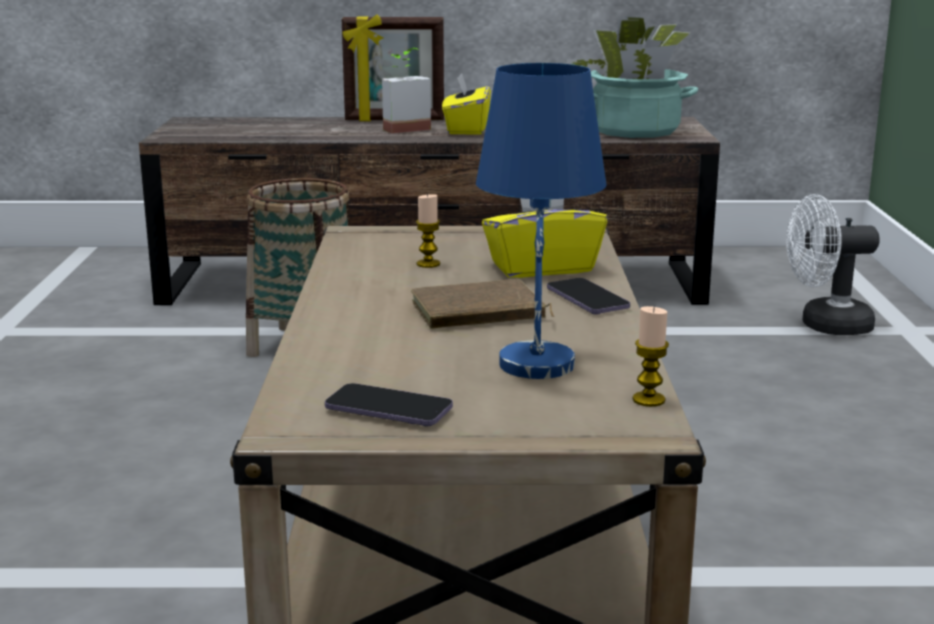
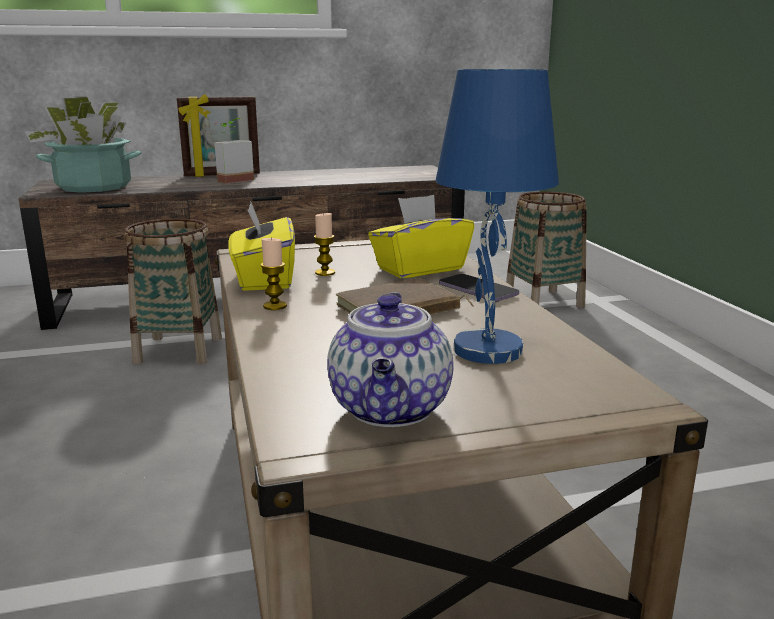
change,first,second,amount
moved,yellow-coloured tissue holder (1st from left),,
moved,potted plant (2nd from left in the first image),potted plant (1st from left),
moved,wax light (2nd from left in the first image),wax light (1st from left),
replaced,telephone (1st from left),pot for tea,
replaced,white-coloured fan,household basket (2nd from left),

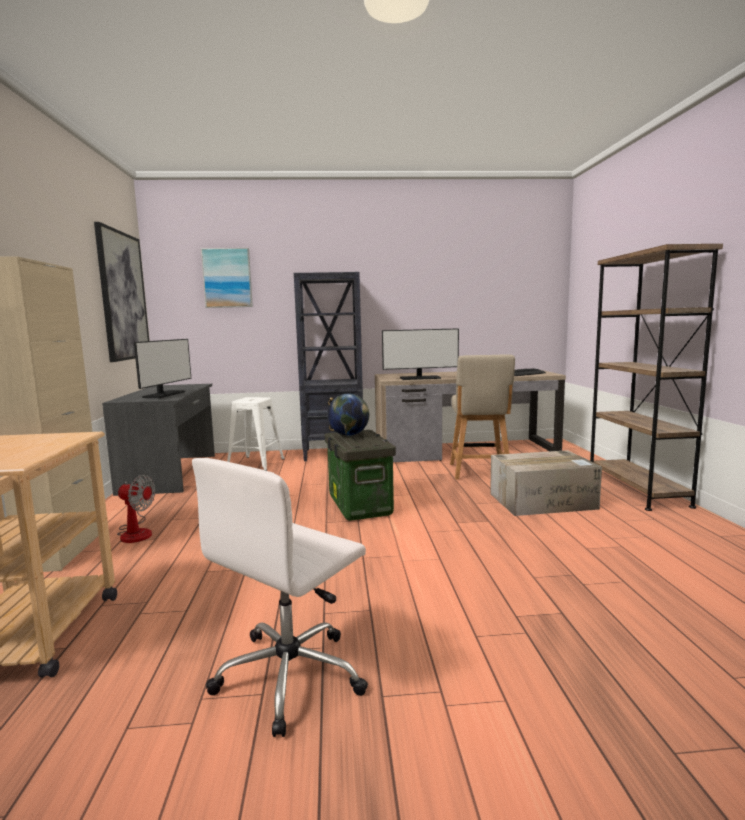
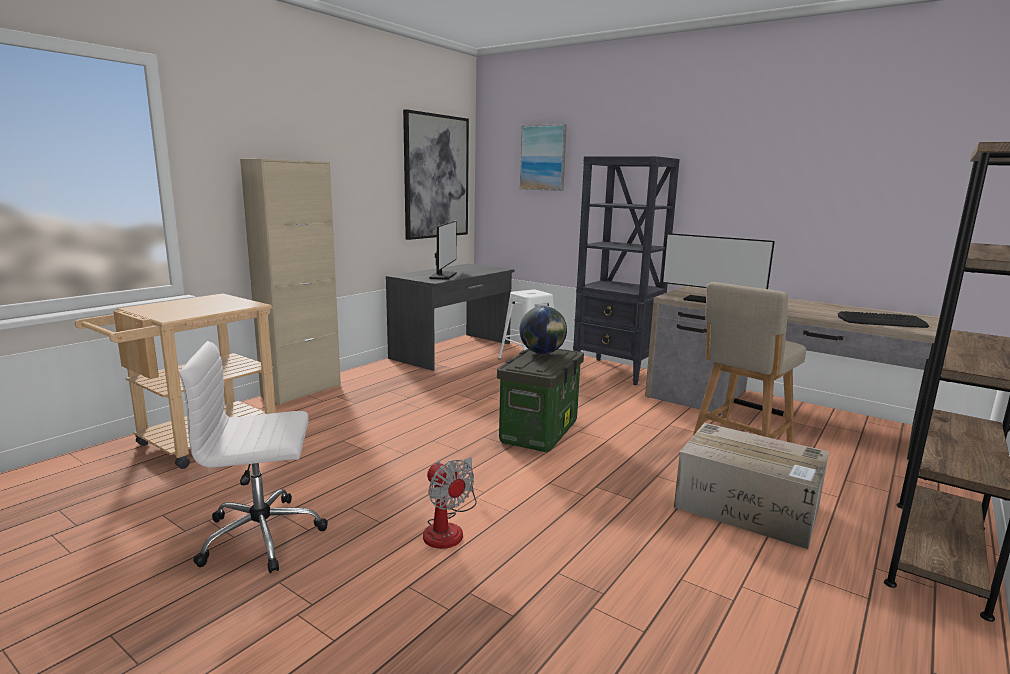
change,first,second,amount
moved,fan,,
turned,monitor (1st from left),,45 degrees counterclockwise

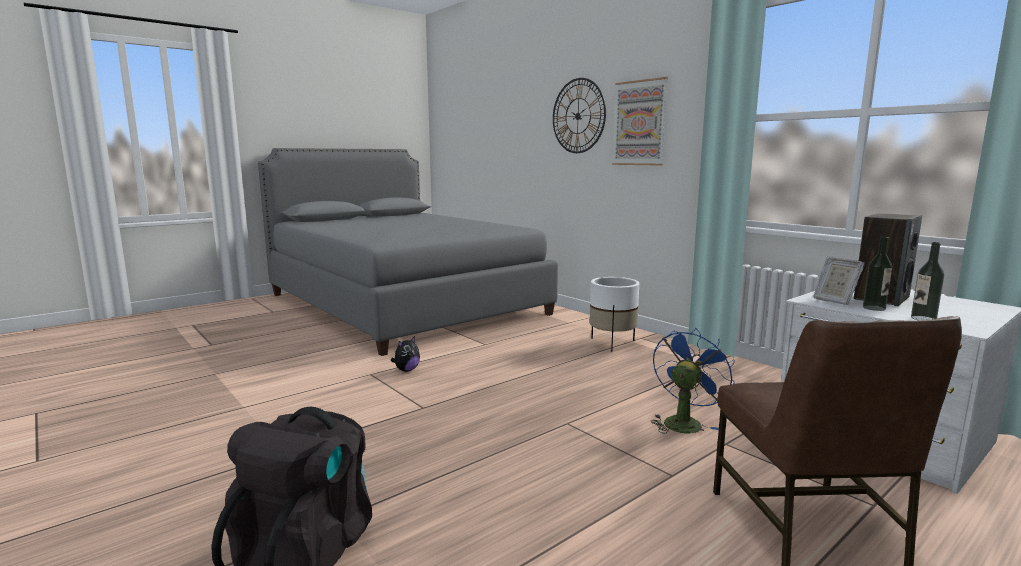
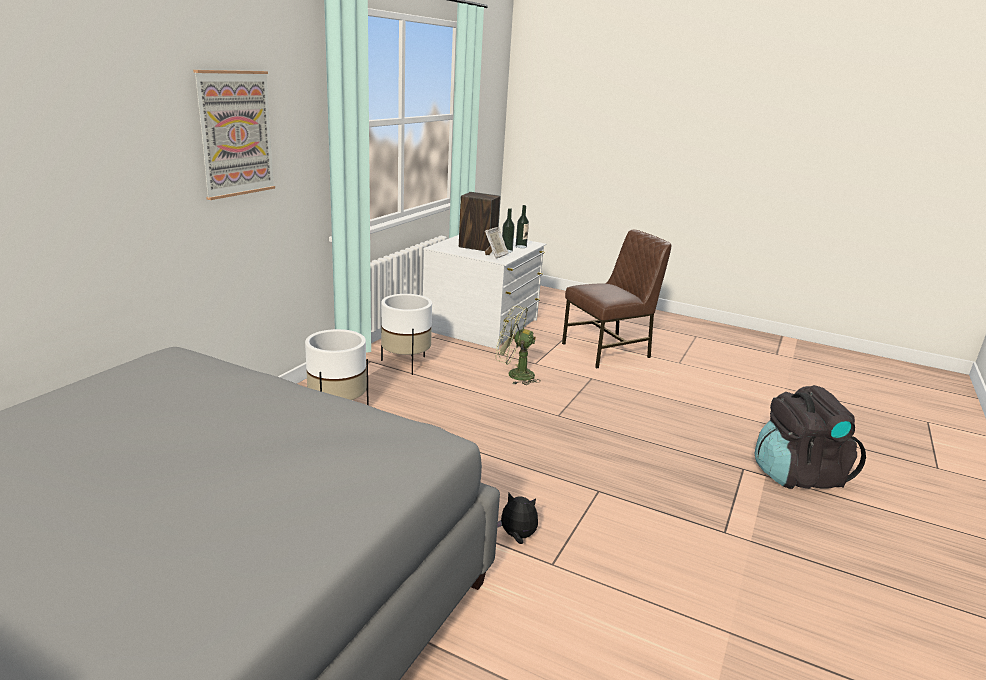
change,first,second,amount
removed,hanging clock,,
added,,white-coloured flower pot (2nd from left),
recoloured,blue fan,green fan,

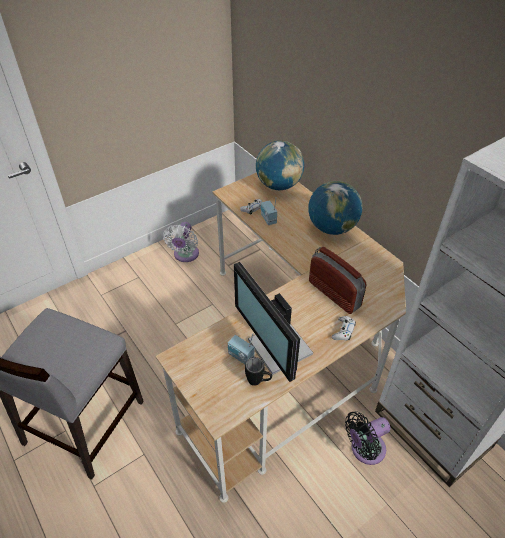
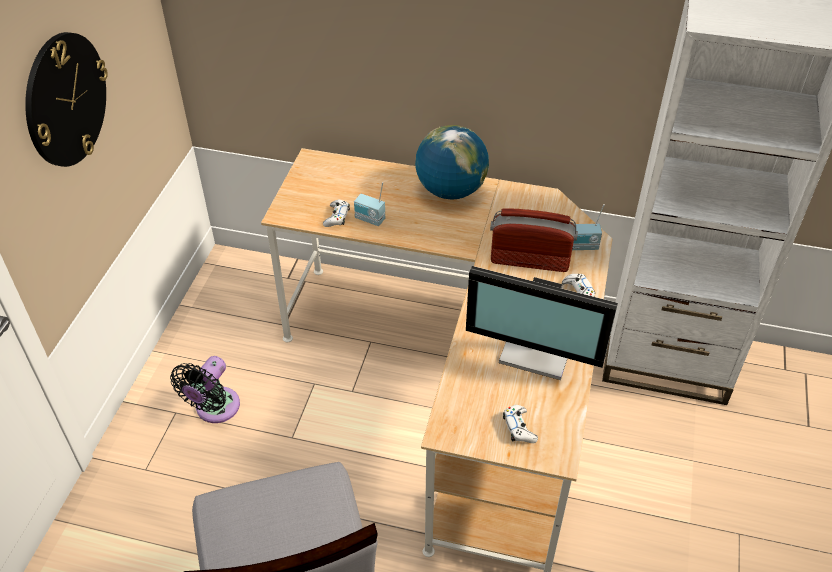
change,first,second,amount
removed,white-coloured fan,,
removed,black-coloured mug,,
removed,world globe (1st from left),,
added,,hanging clock,
added,,white-coloured gamepad (2nd from left),
moved,radio (1st from left in the first image),radio (3rd from left),
moved,black-coloured fan,,

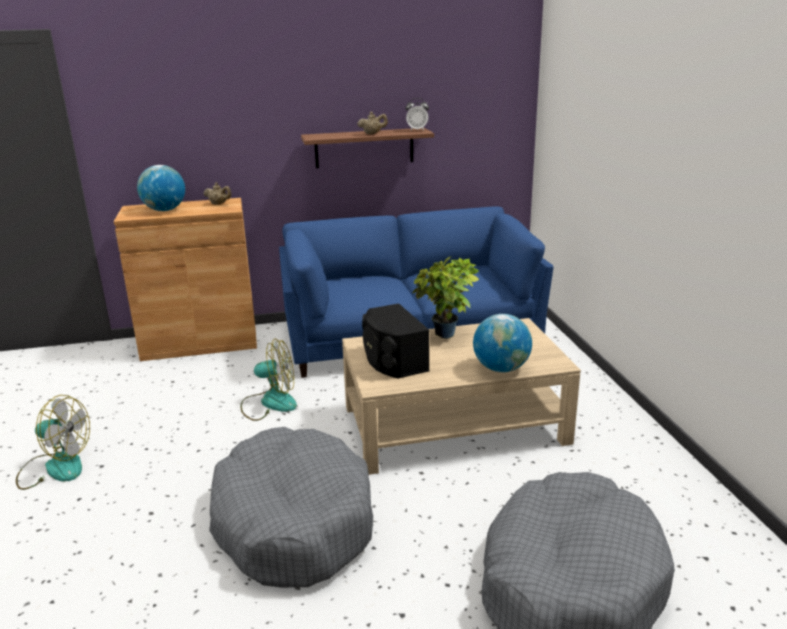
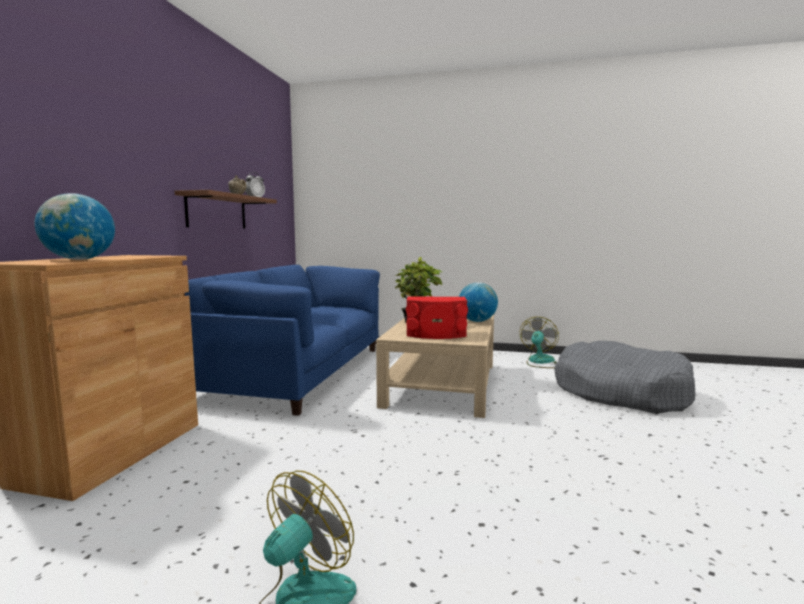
change,first,second,amount
removed,sand-coloured pot for tea (1st from left),,
removed,greyish dog bed (1st from left),,
moved,fan (2nd from left),,
recoloured,black-coloured audio speaker,red audio speaker,

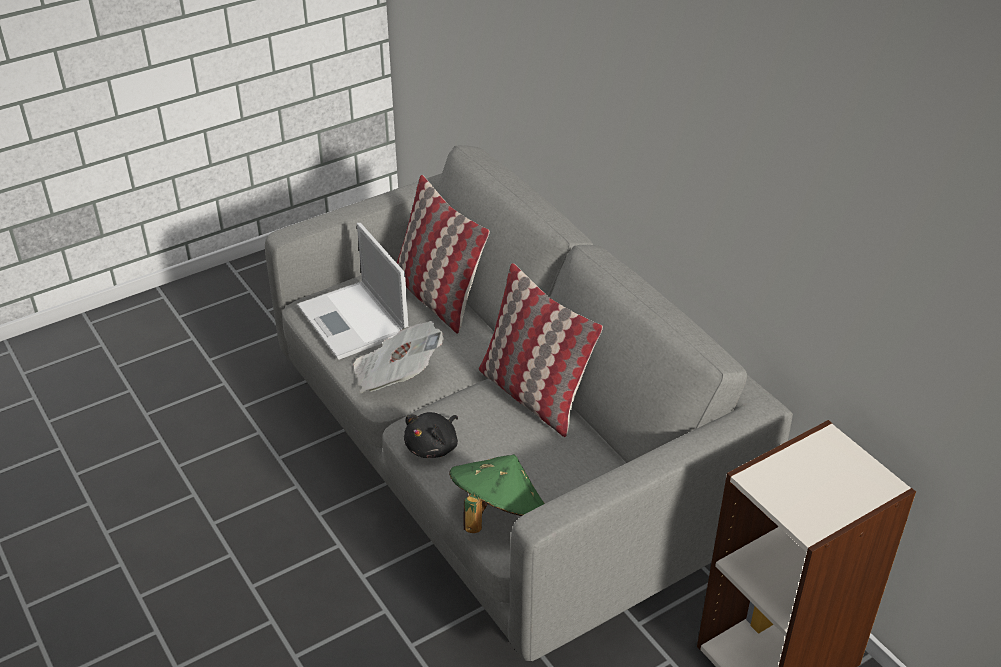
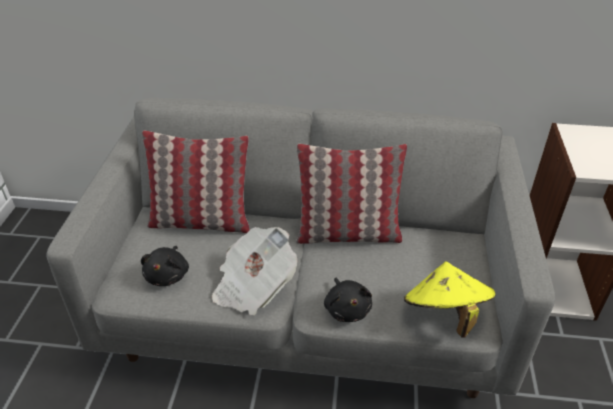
change,first,second,amount
replaced,notebook computer,black-coloured cuddly toy (1st from left),
recoloured,green wearable hat,yellow-coloured wearable hat,

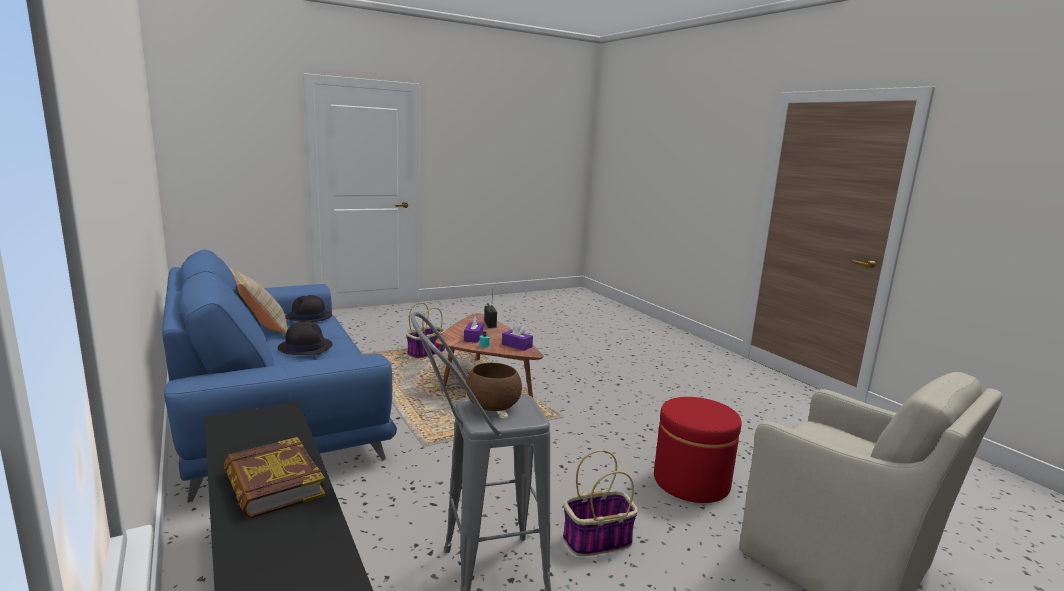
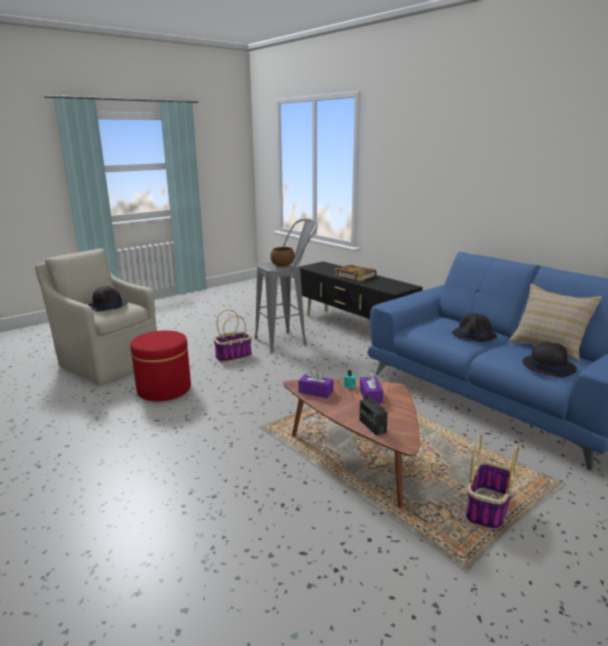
change,first,second,amount
added,,black-coloured wearable hat (1st from left),

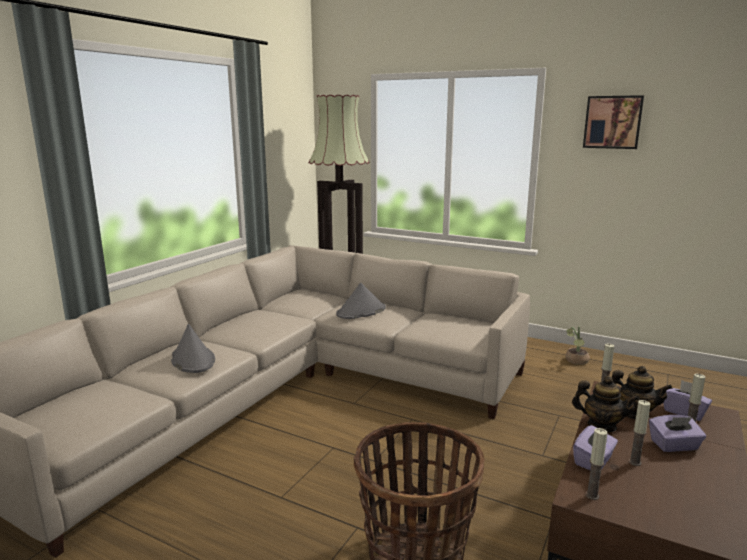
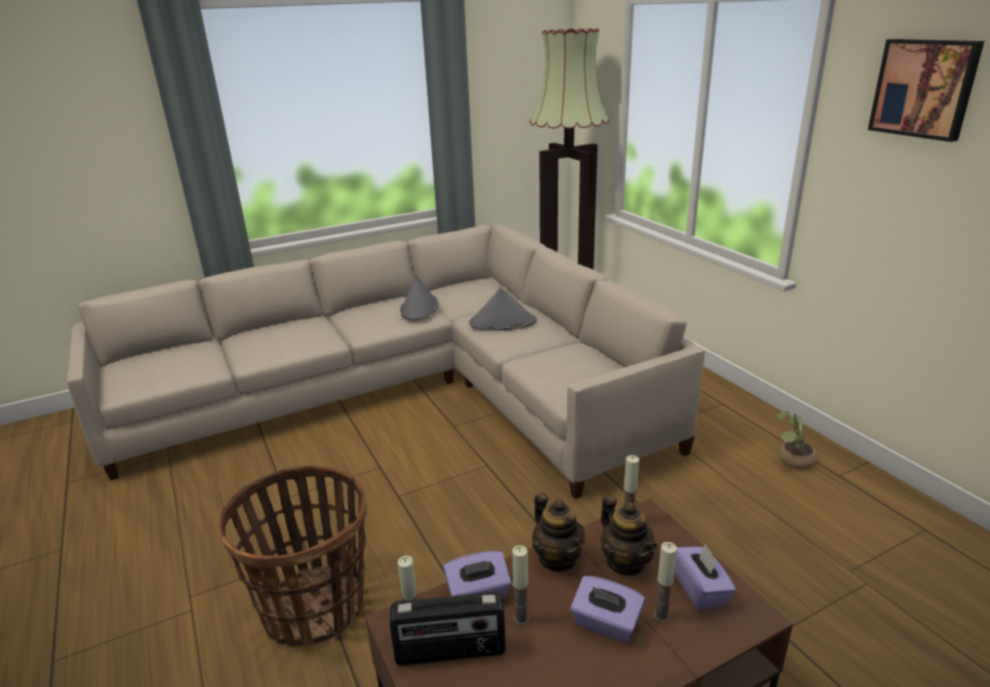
change,first,second,amount
added,,radio,
moved,greyish wearable hat (1st from left),,

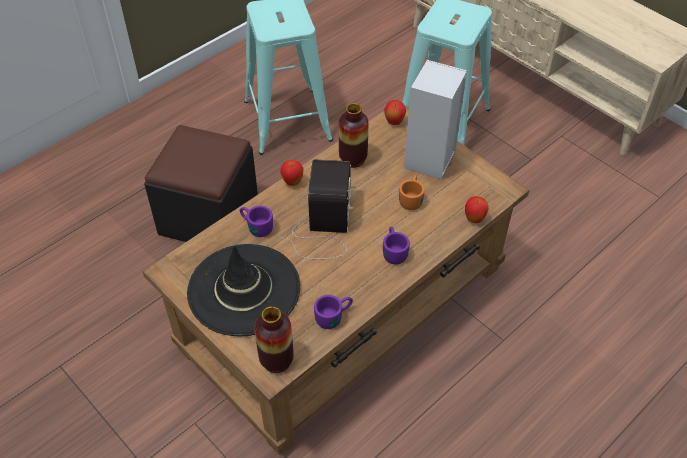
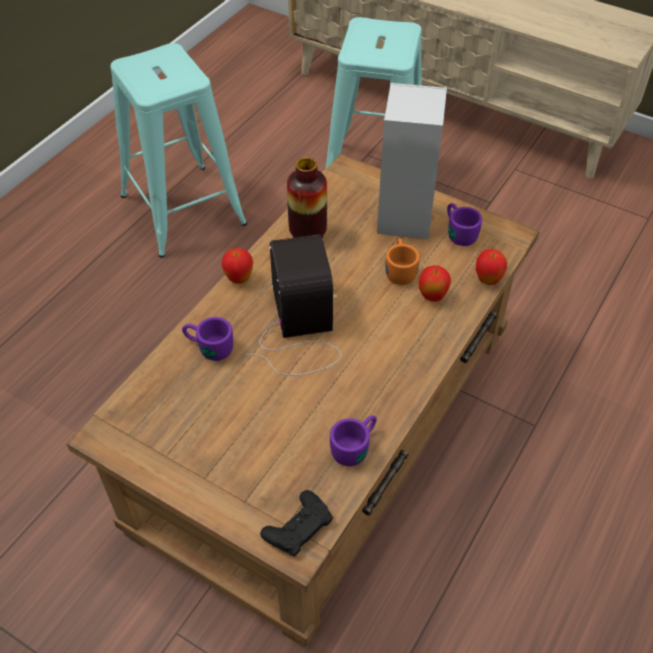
change,first,second,amount
removed,black-coloured ottoman,,
removed,black-coloured wearable hat,,
moved,purple-coloured mug (3rd from left),,
moved,apple (2nd from left),,
replaced,decorative vase (1st from left),black-coloured gamepad,

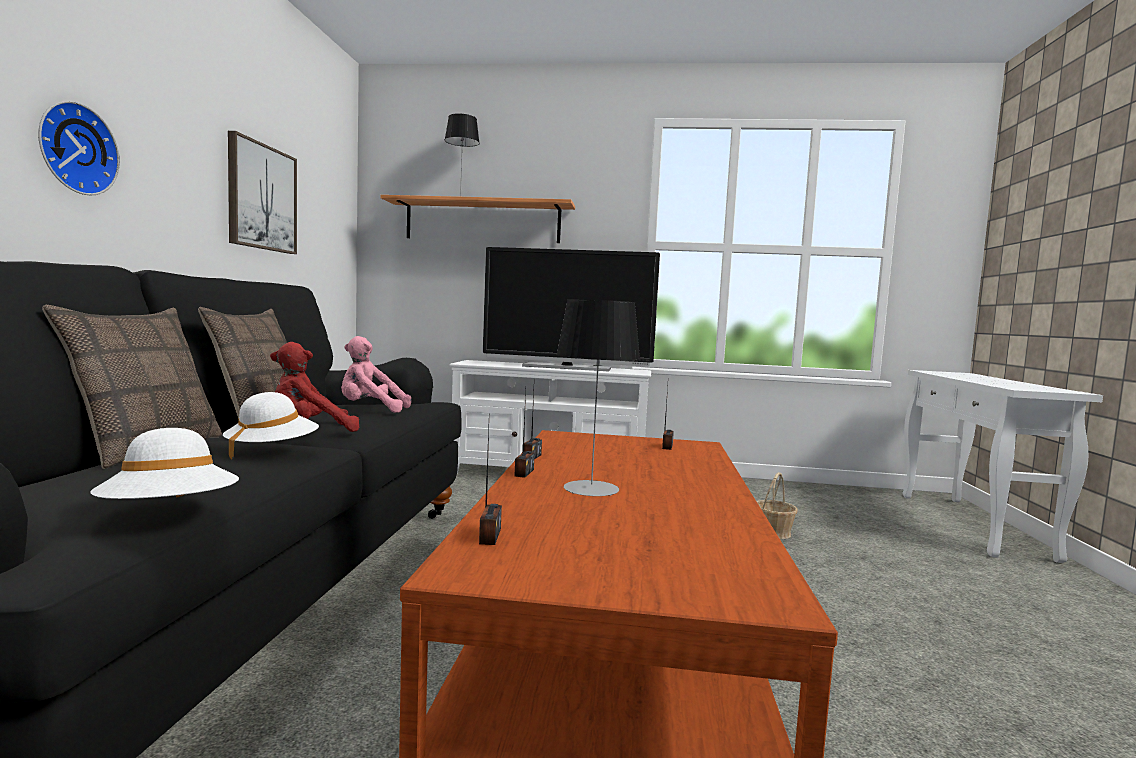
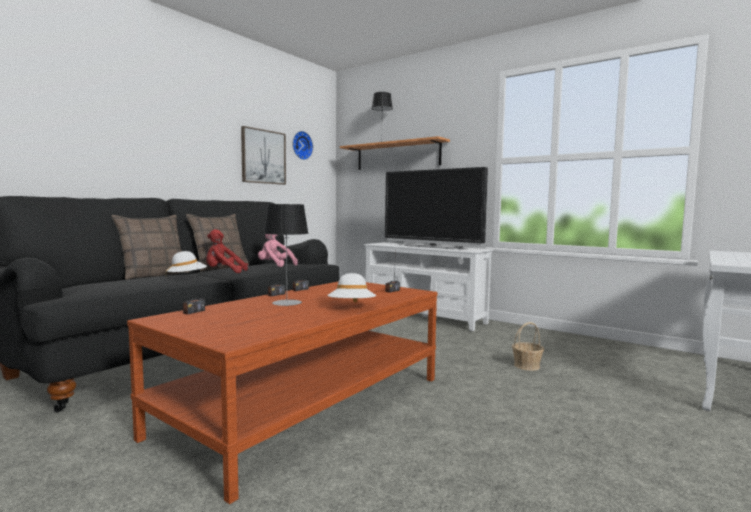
change,first,second,amount
moved,hanging clock,,
moved,white-coloured wearable hat (1st from left in the first image),white-coloured wearable hat (2nd from left),

